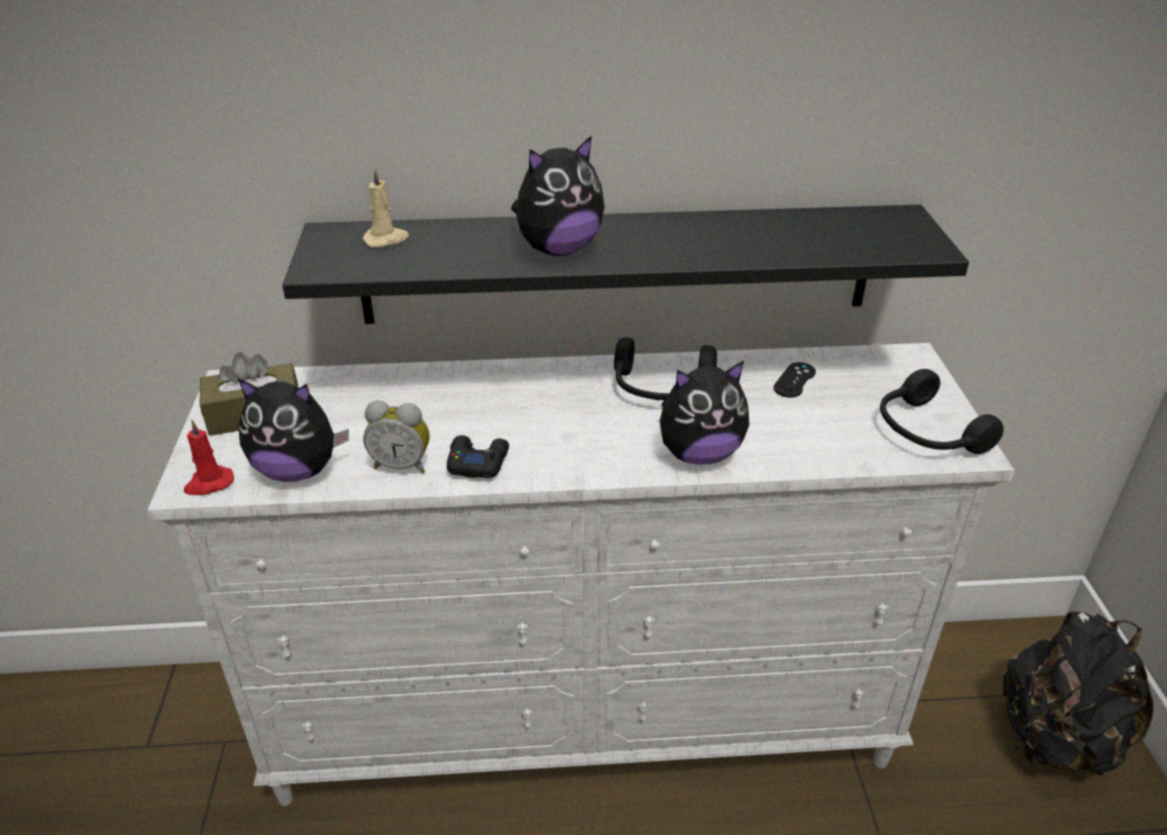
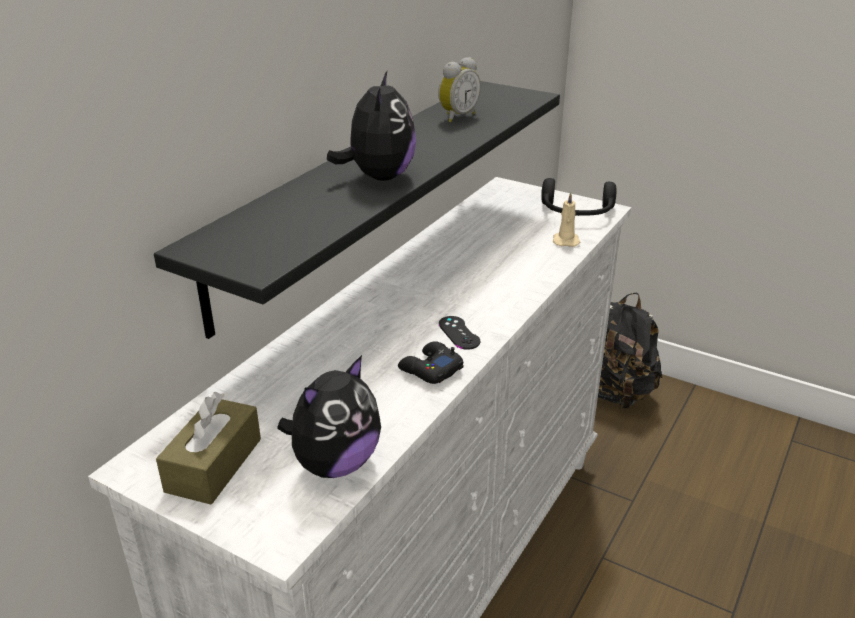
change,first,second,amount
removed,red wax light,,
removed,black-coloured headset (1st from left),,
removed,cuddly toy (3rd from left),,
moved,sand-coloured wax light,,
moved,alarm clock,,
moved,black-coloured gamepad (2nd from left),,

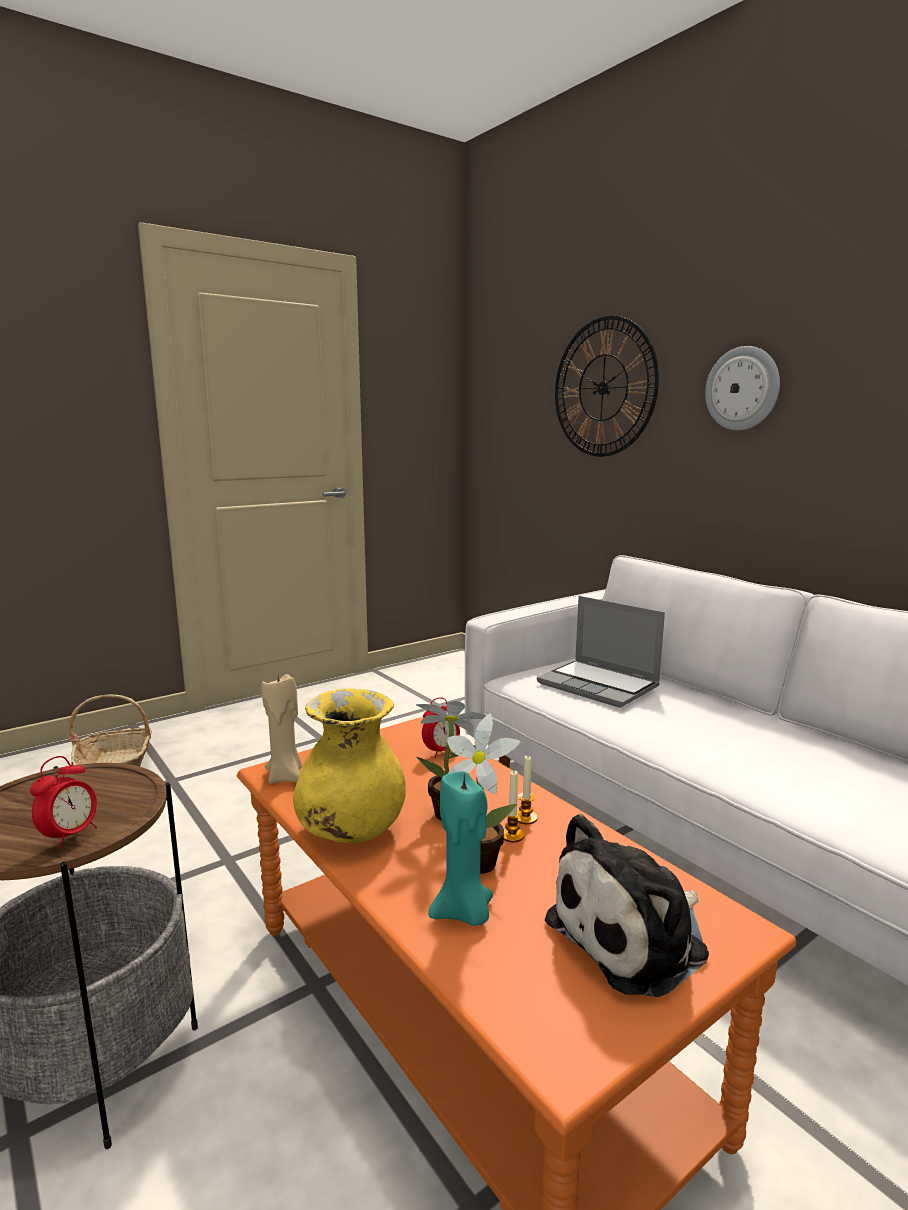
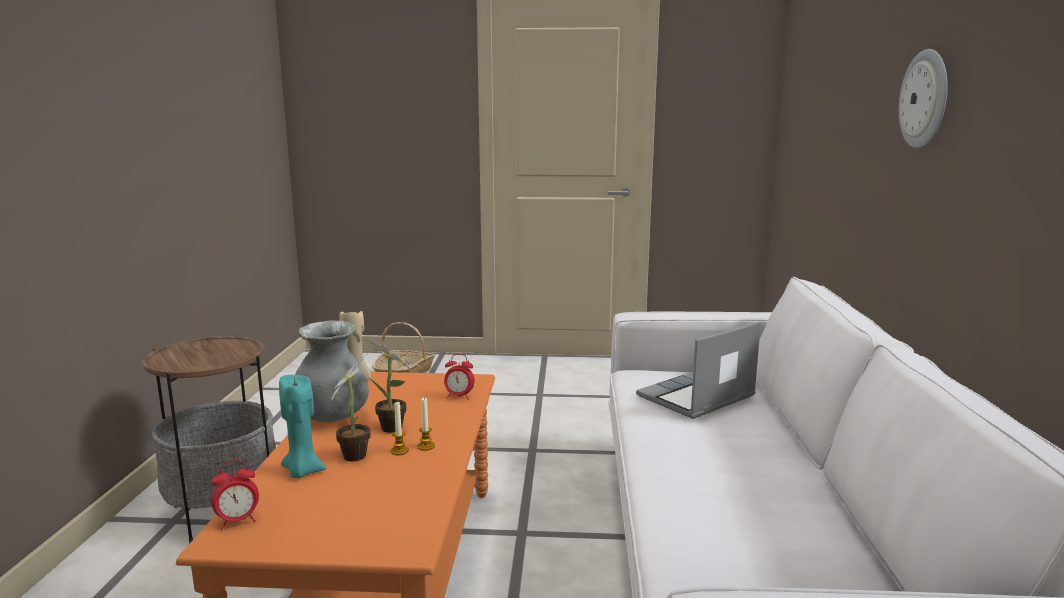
change,first,second,amount
removed,cuddly toy,,
removed,hanging clock (1st from left),,
moved,alarm clock (1st from left),,
recoloured,yellow-coloured decorative vase,greyish decorative vase,
turned,notebook computer,,60 degrees clockwise

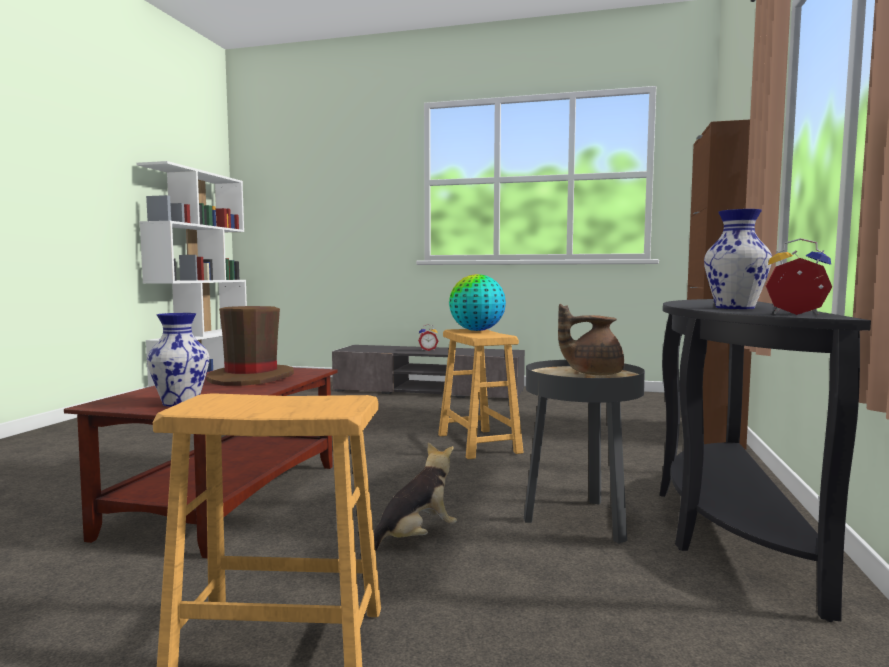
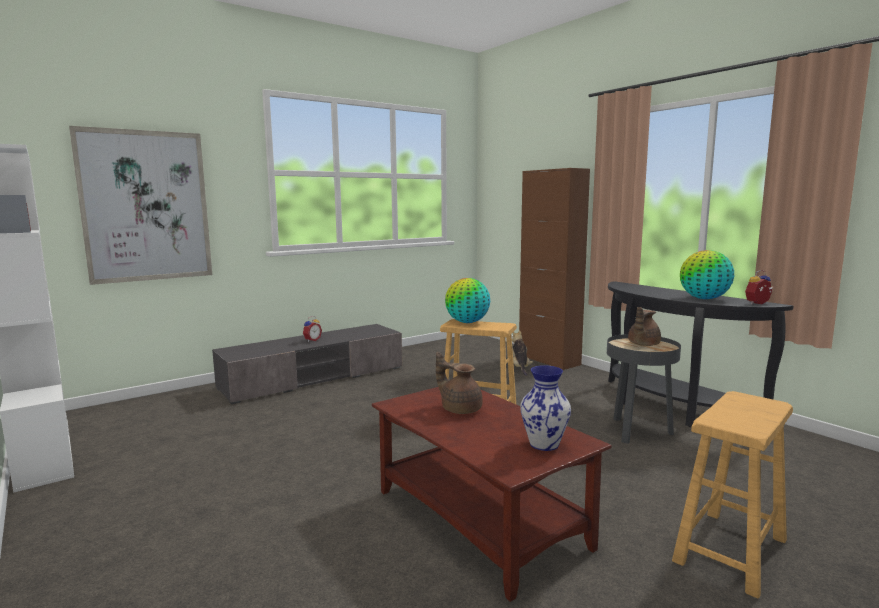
change,first,second,amount
added,,wall art,
moved,cuddly toy,,
replaced,brownish wearable hat,brownish pot for tea (1st from left),
replaced,decorative vase (2nd from left),world globe (2nd from left),

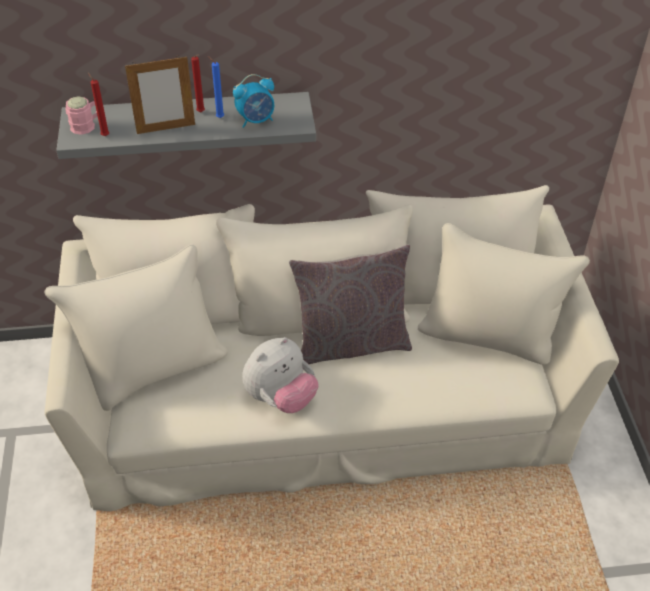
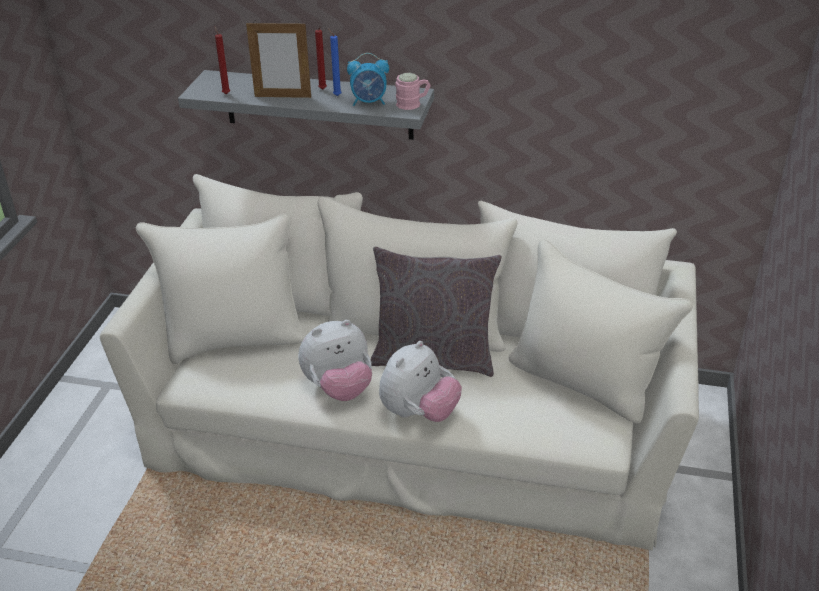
change,first,second,amount
added,,cuddly toy (2nd from left),
moved,pink mug,,

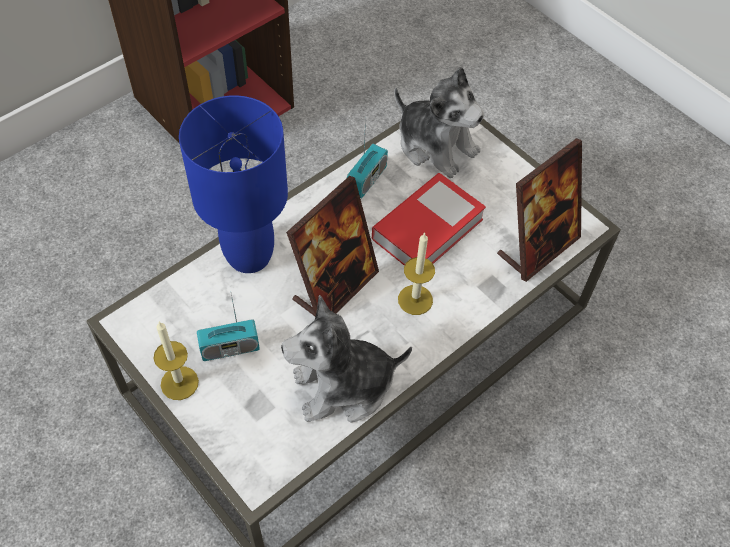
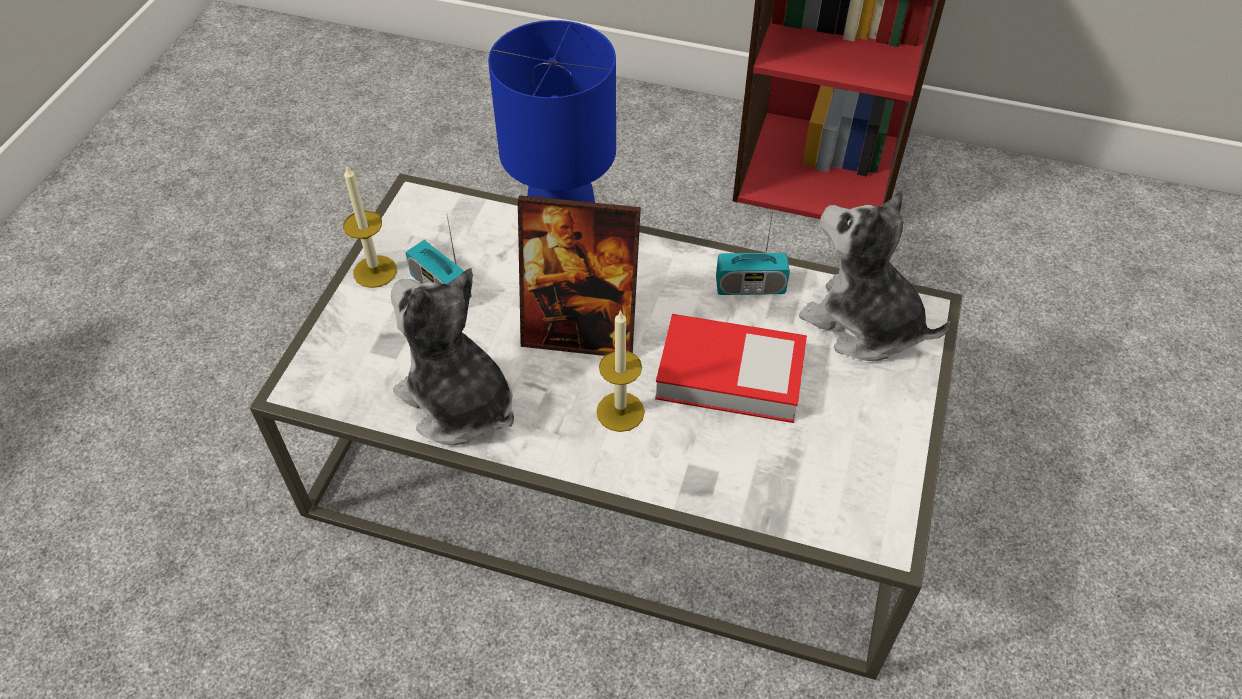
change,first,second,amount
removed,photo frame (2nd from left),,
turned,cuddly toy (2nd from left),,120 degrees clockwise

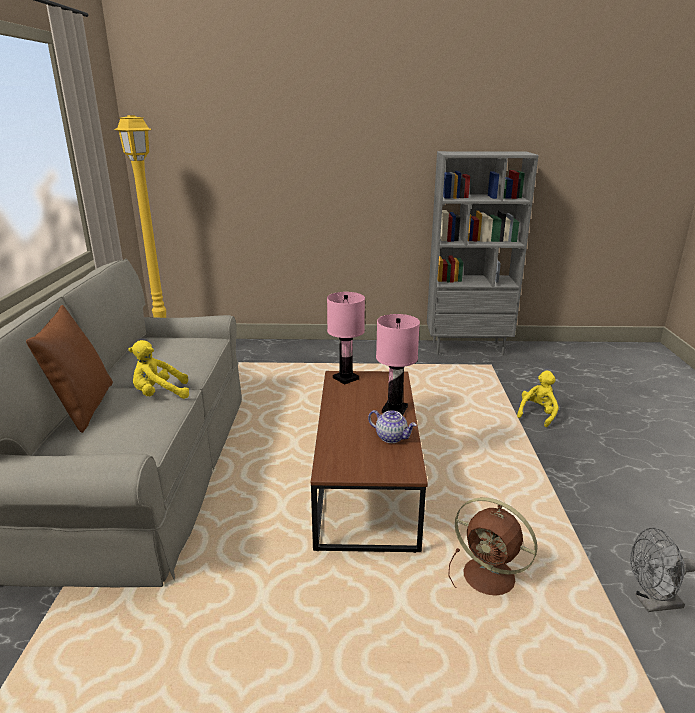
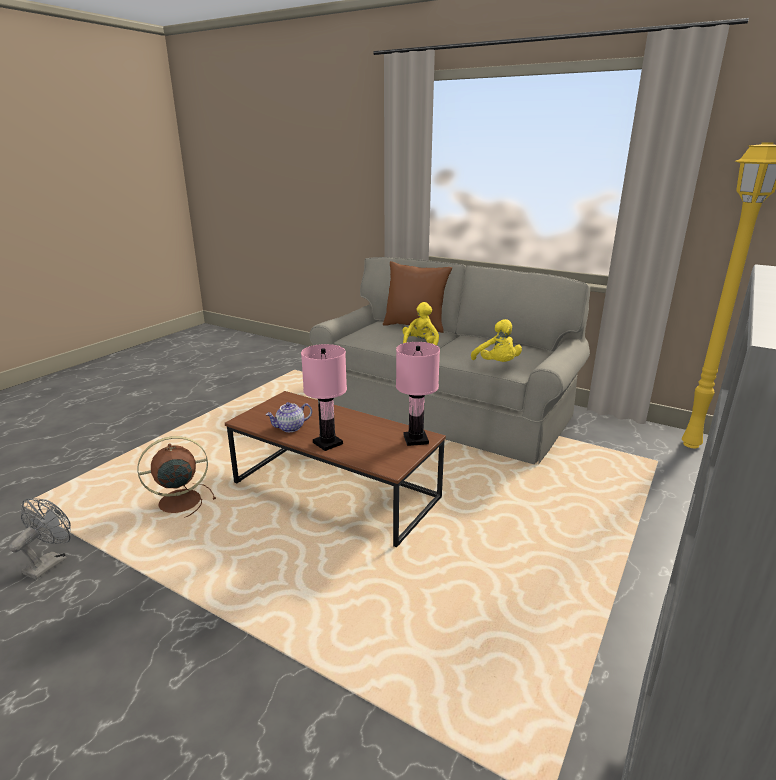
change,first,second,amount
moved,yellow-coloured cuddly toy (2nd from left),,

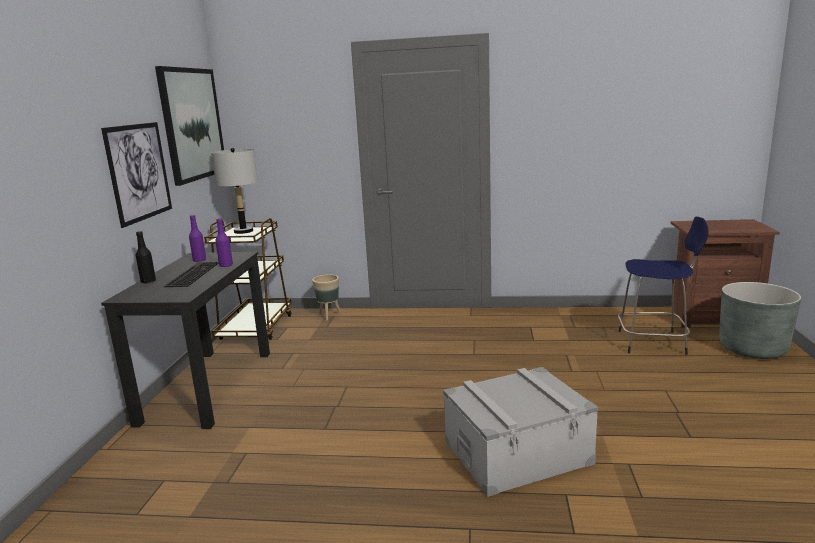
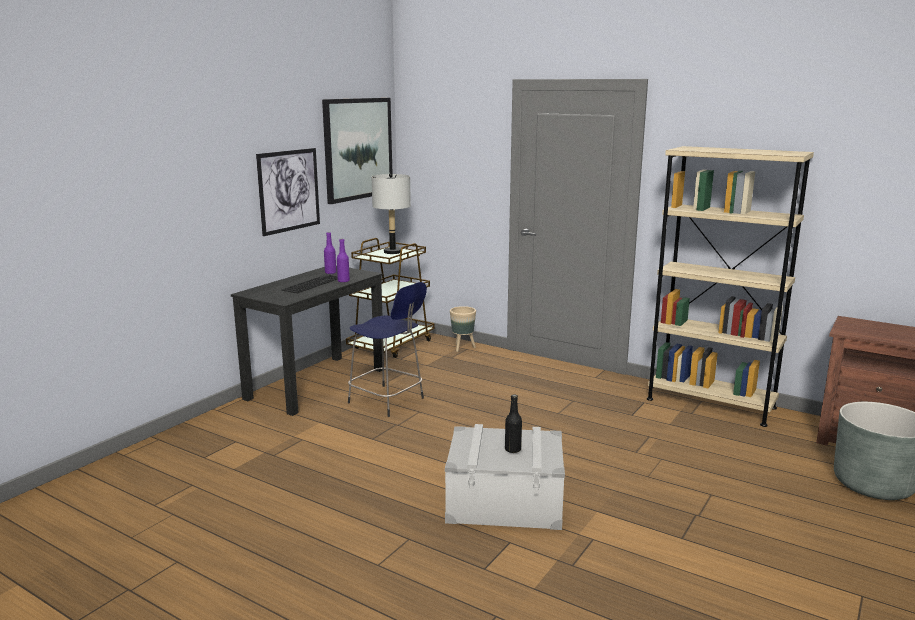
change,first,second,amount
added,,sand-coloured bookcase,
moved,black-coloured drink bottle,,
moved,blue sitting stool,,

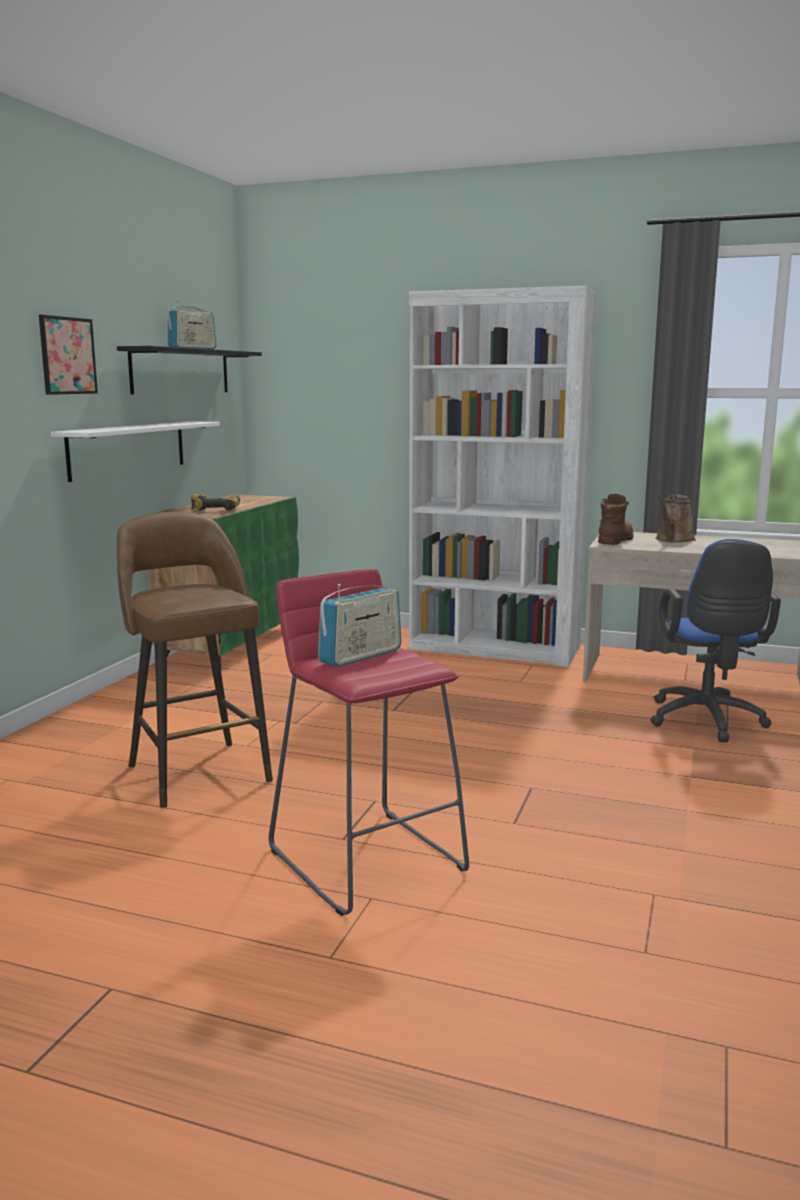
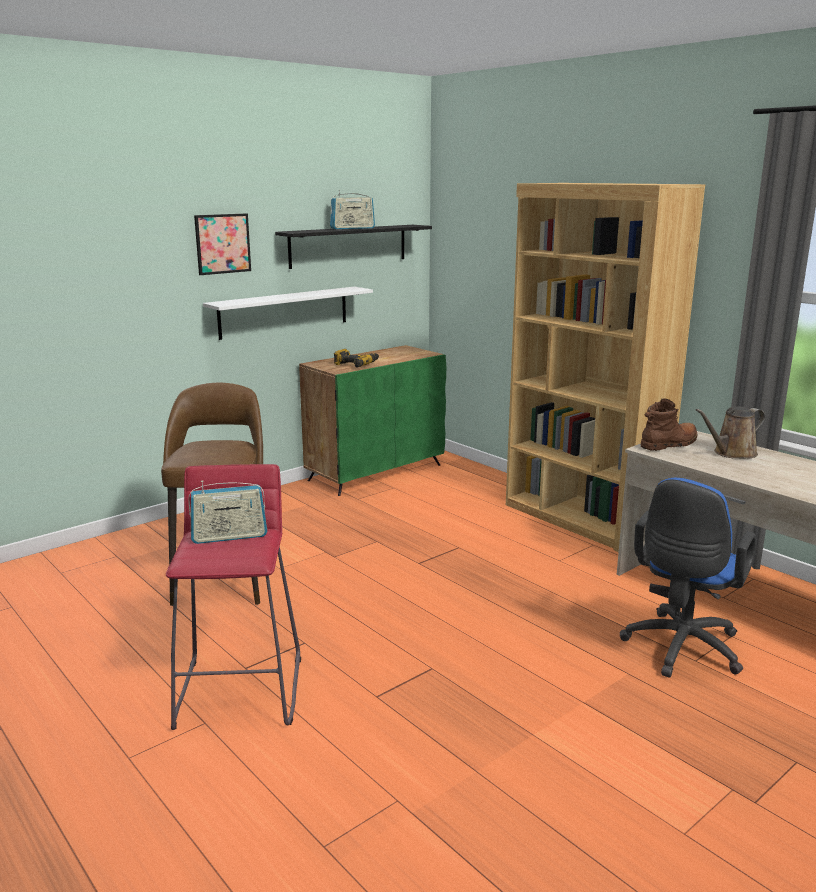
change,first,second,amount
recoloured,white-coloured bookcase,brownish bookcase,

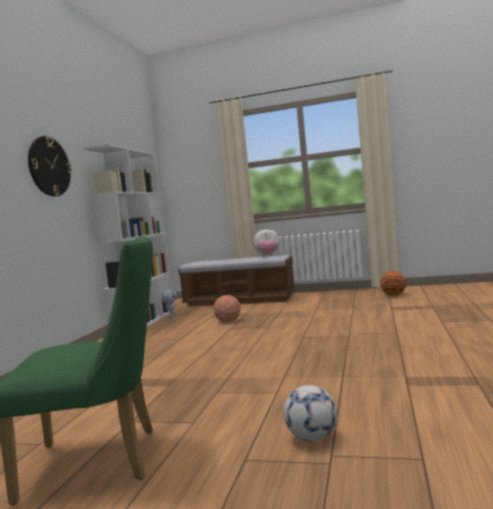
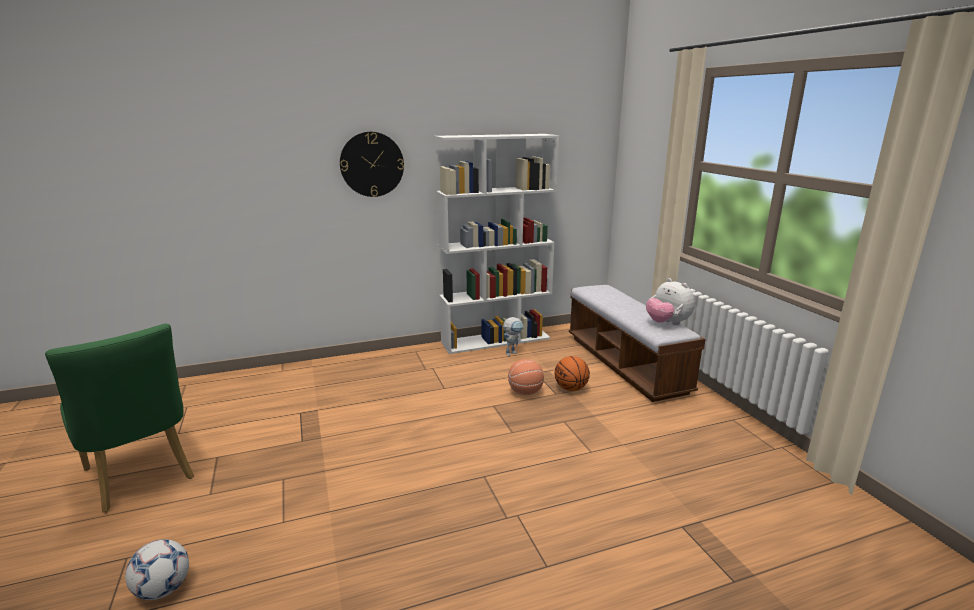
change,first,second,amount
moved,ball for basketball (2nd from left),,

